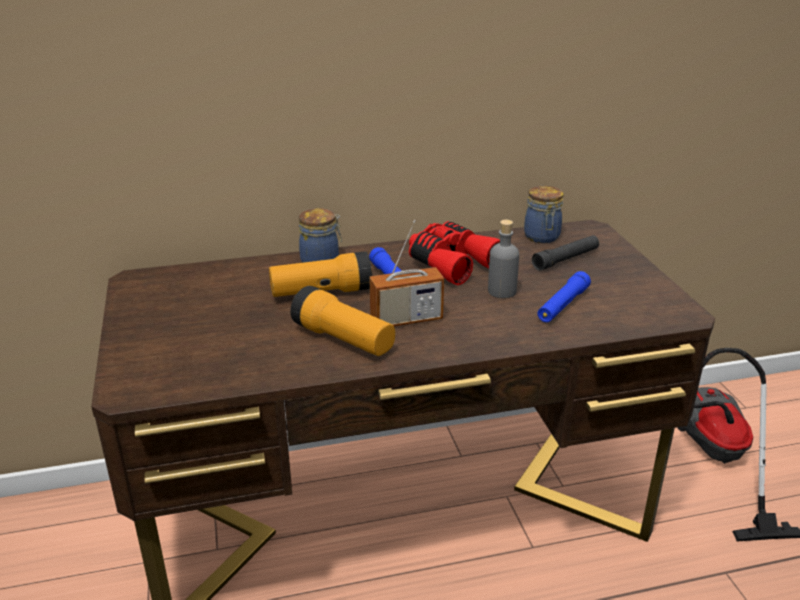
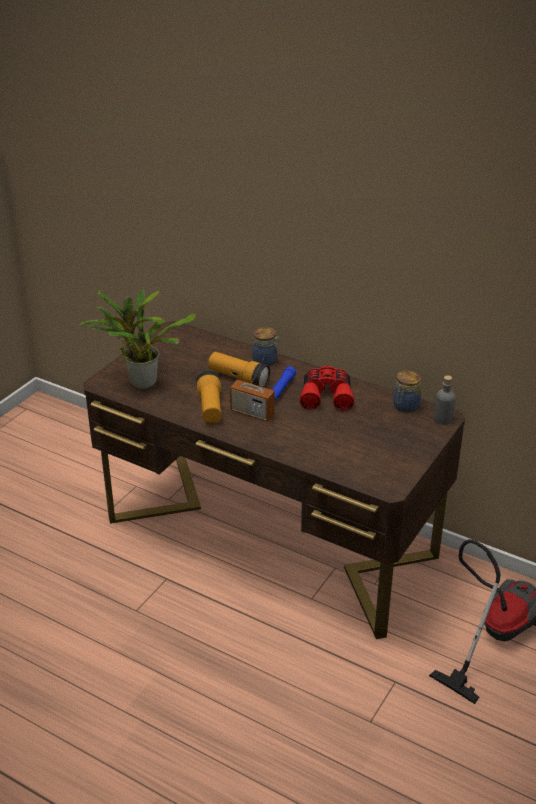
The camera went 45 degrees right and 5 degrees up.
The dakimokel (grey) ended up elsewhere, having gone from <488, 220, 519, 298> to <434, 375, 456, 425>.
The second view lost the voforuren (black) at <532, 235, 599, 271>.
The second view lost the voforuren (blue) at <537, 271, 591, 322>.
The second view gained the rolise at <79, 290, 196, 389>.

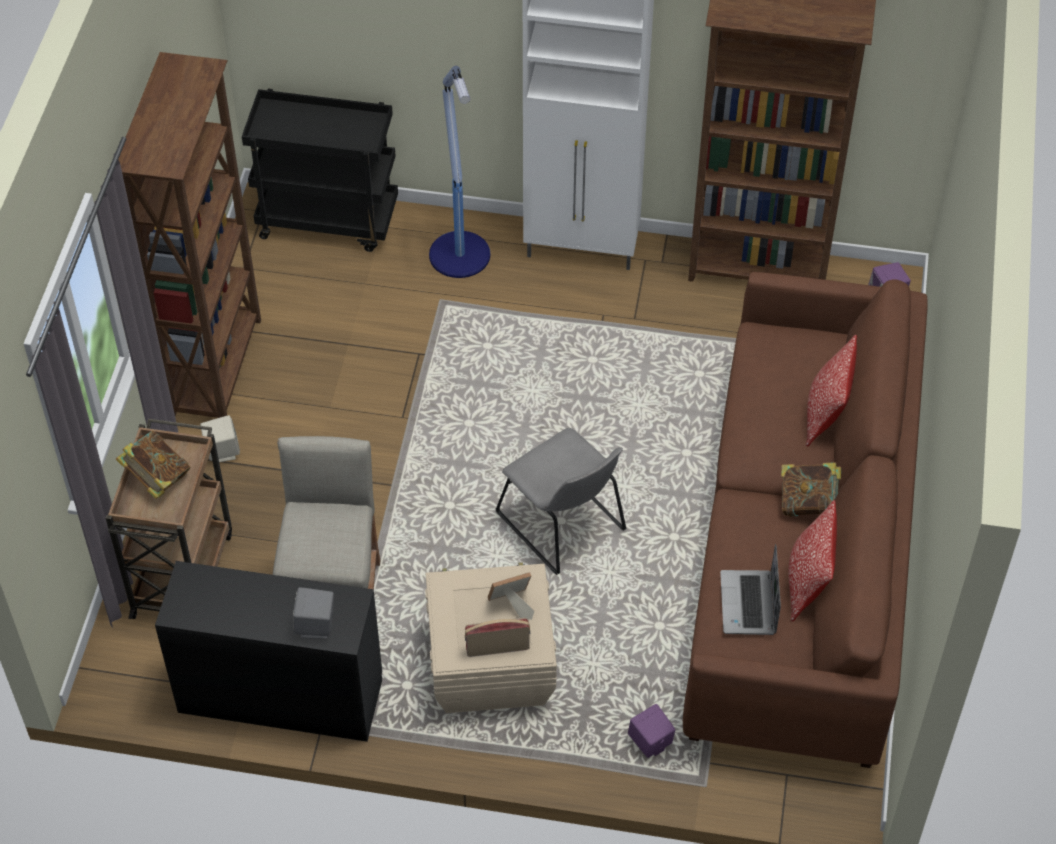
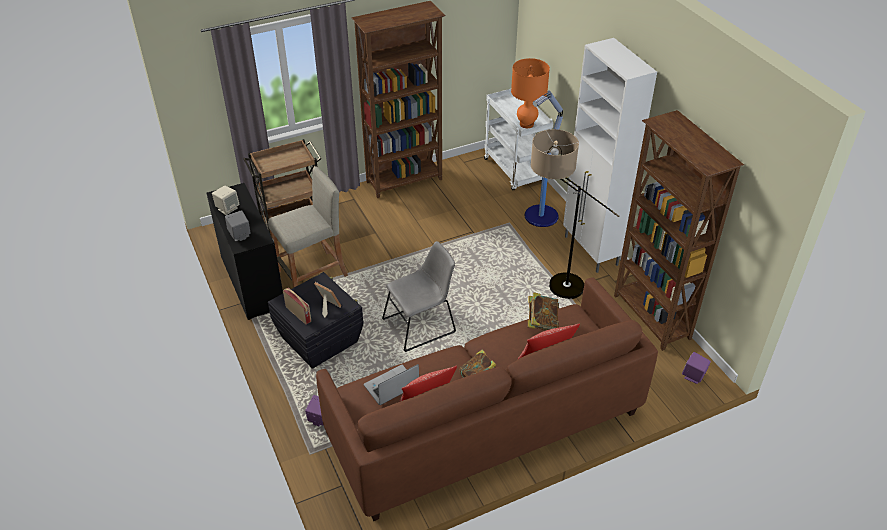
The camera went 55 degrees right and 10 degrees down.
The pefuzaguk ended up elsewhere, having gone from <116, 431, 190, 499> to <528, 292, 559, 330>.
The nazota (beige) ended up elsewhere, having gone from <200, 415, 240, 462> to <212, 186, 240, 215>.
What was the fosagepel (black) at <242, 89, 398, 252> turned into the fosagepel (white) at <484, 89, 554, 190>.
What was the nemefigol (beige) at <425, 562, 557, 713> turned into the nemefigol (black) at <268, 272, 364, 369>.
The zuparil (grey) at <496, 428, 626, 575> ended up facing another way, 135 degrees counterclockwise from before.
The second view gained the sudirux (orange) at <511, 58, 550, 128>.
The second view gained the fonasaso at <531, 129, 620, 299>.

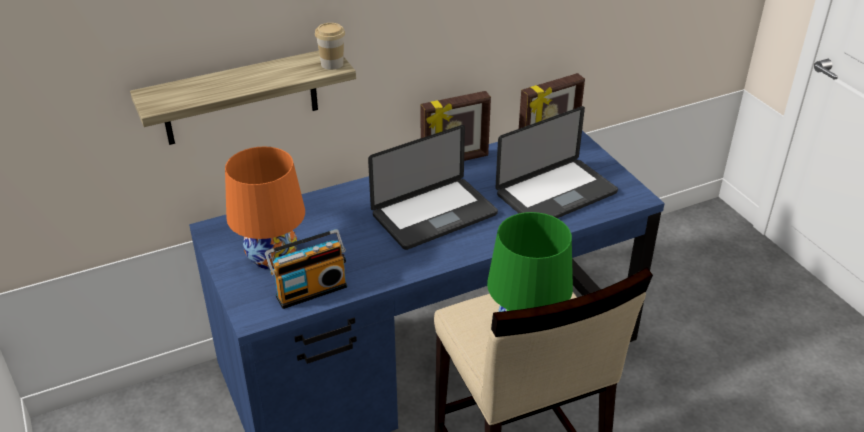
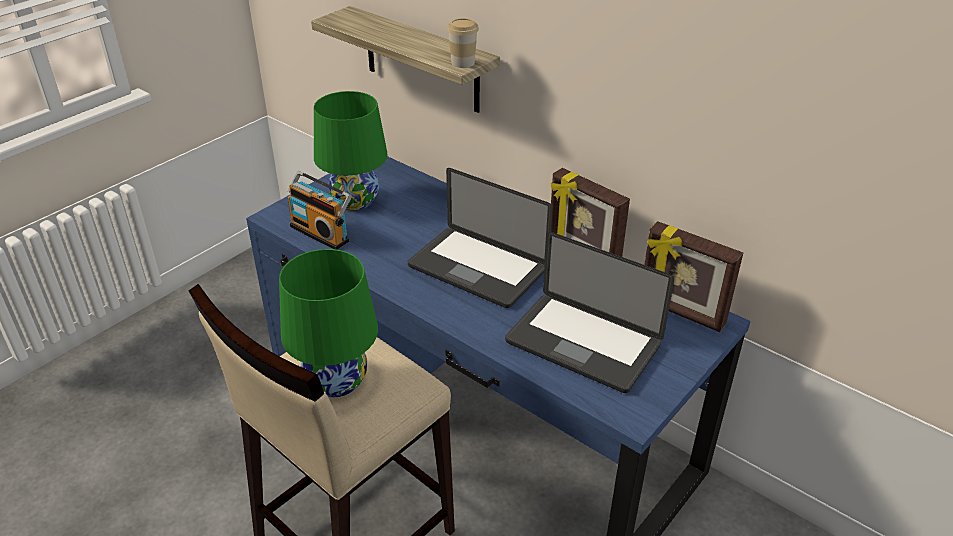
The camera went 65 degrees right and 0 degrees up.
What was the sudirux (orange) at <225, 147, 305, 269> turned into the sudirux (green) at <314, 91, 388, 210>.

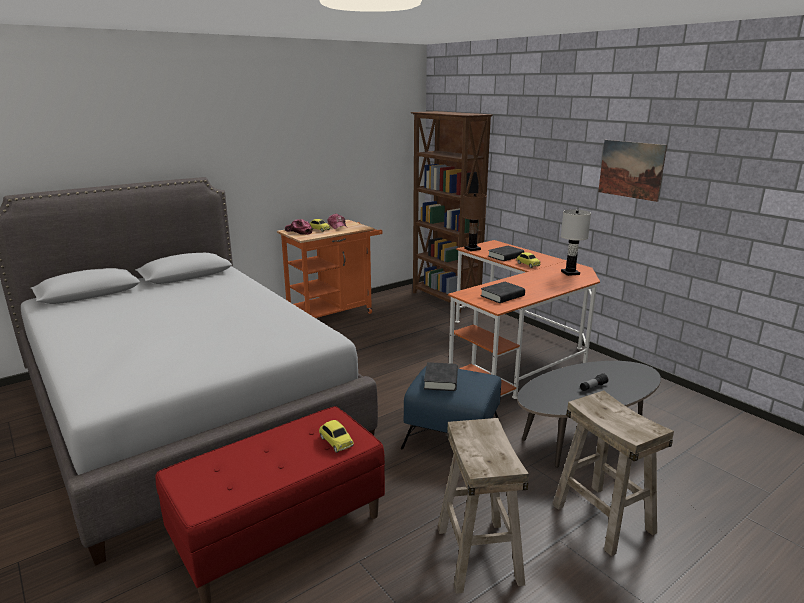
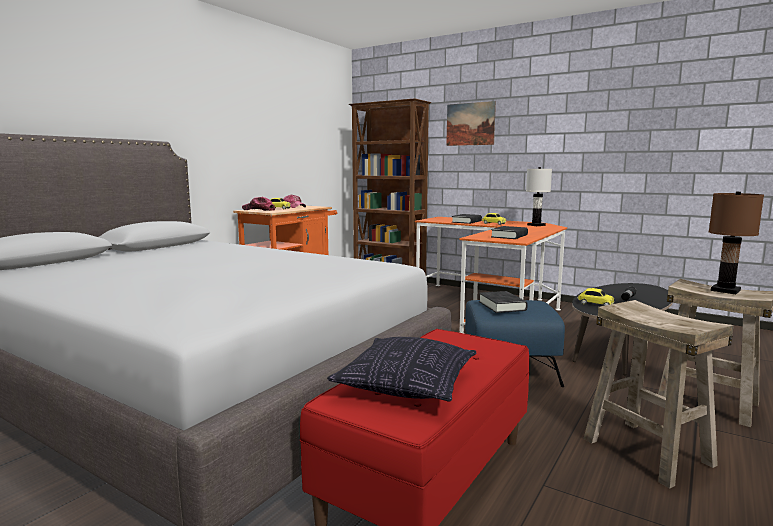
The camera went 20 degrees left and 10 degrees down.
The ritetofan ended up elsewhere, having gone from <319, 420, 354, 453> to <577, 288, 614, 306>.
The sudirux (brown) ended up elsewhere, having gone from <462, 193, 487, 251> to <709, 192, 764, 294>.
The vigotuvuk ended up elsewhere, having gone from <598, 140, 667, 202> to <446, 101, 496, 146>.
The second view gained the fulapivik at <327, 337, 476, 402>.

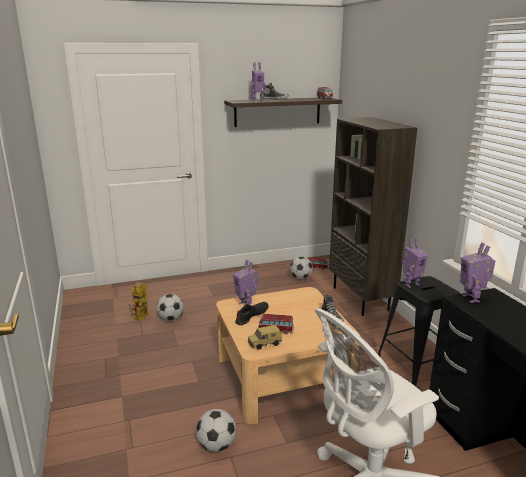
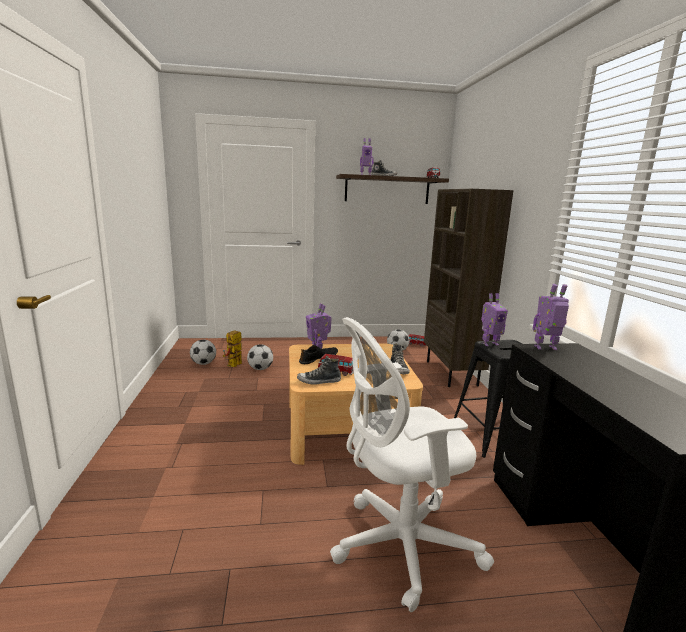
The camera went 10 degrees right and 5 degrees down.
The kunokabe ended up elsewhere, having gone from <196, 409, 236, 452> to <190, 340, 216, 365>.
Where the ritetofan stood at <248, 325, 282, 350>, the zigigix came to stand at <297, 356, 341, 385>.
The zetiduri at <460, 242, 496, 303> ended up facing another way, 90 degrees clockwise from before.

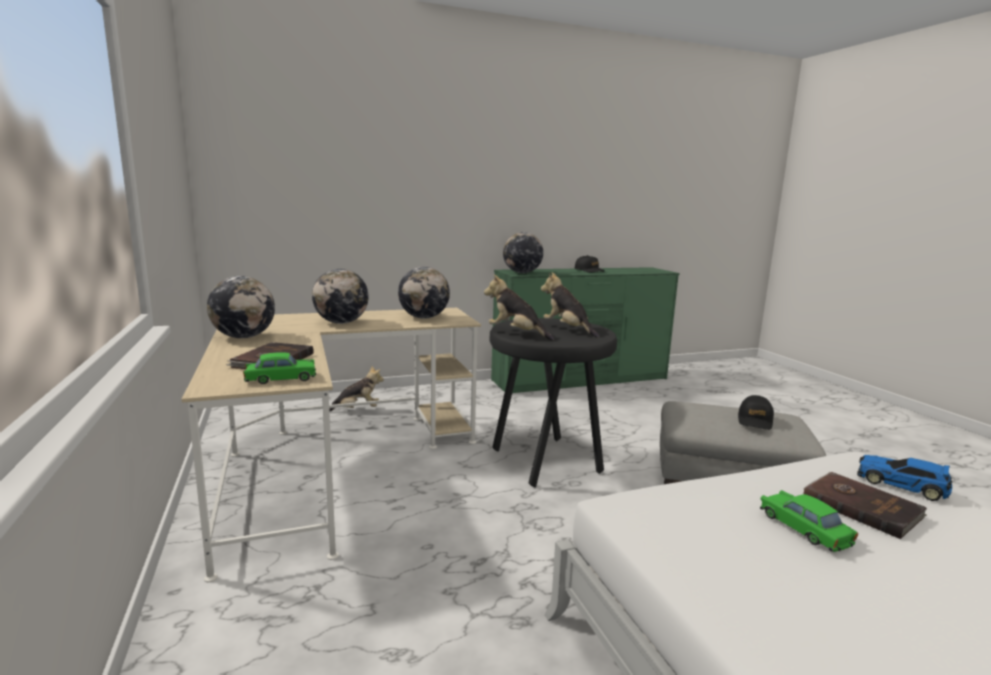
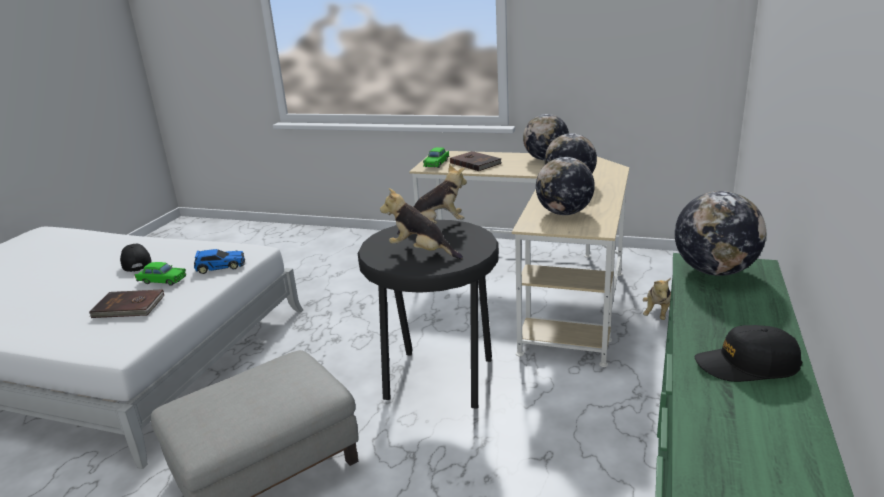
The camera went 130 degrees right and 10 degrees up.
The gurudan at <541, 272, 599, 338> ended up facing another way, 150 degrees counterclockwise from before.
The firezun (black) ended up elsewhere, having gone from <738, 395, 774, 430> to <120, 244, 152, 272>.
The ritetofan ended up elsewhere, having gone from <857, 455, 953, 501> to <194, 249, 245, 274>.

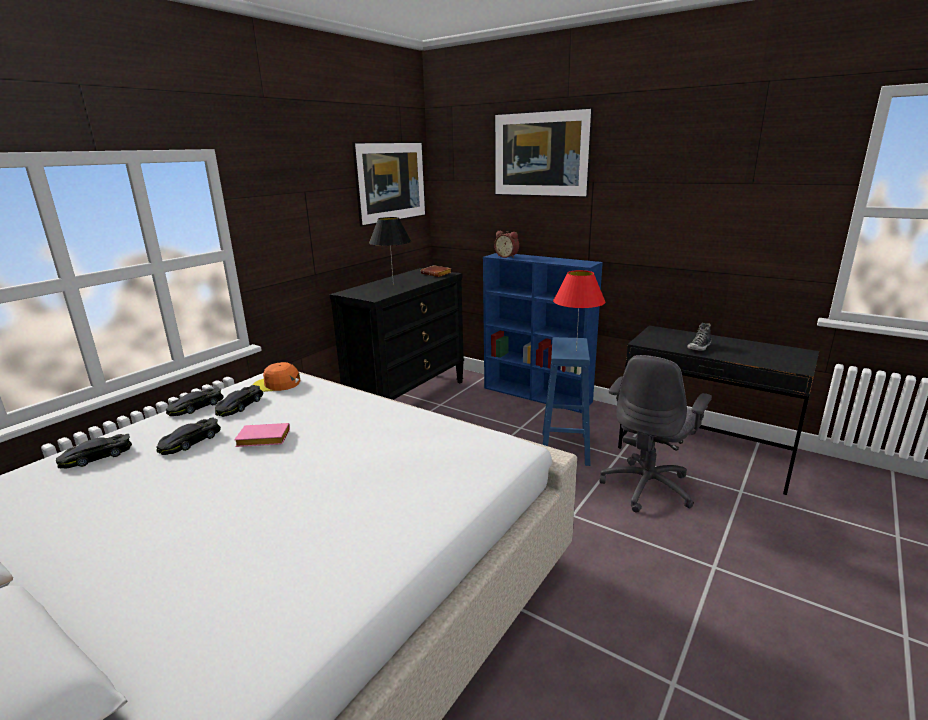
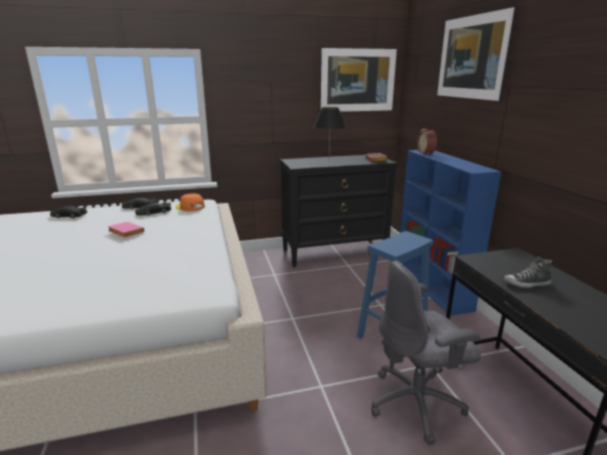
The camera went 40 degrees right and 0 degrees up.
The second view lost the ritetofan (black) at <156, 418, 221, 455>.
The second view lost the sudirux (red) at <553, 270, 606, 352>.

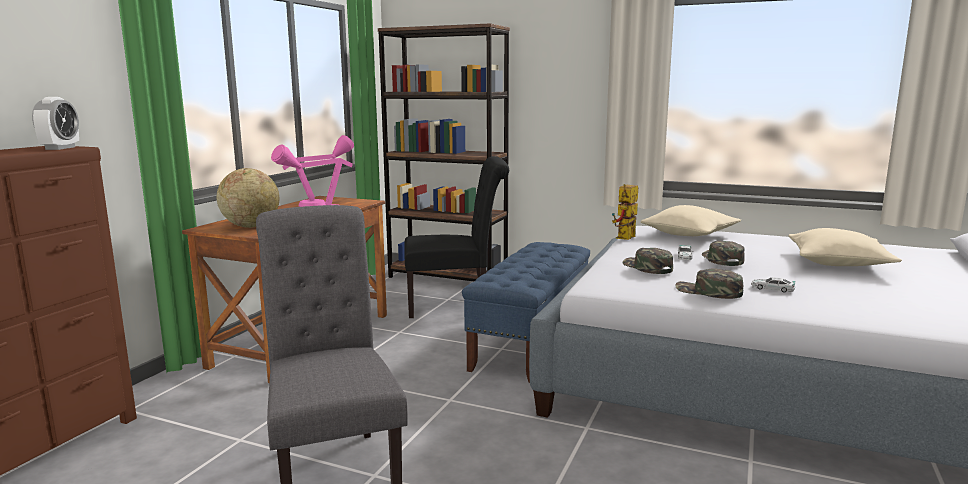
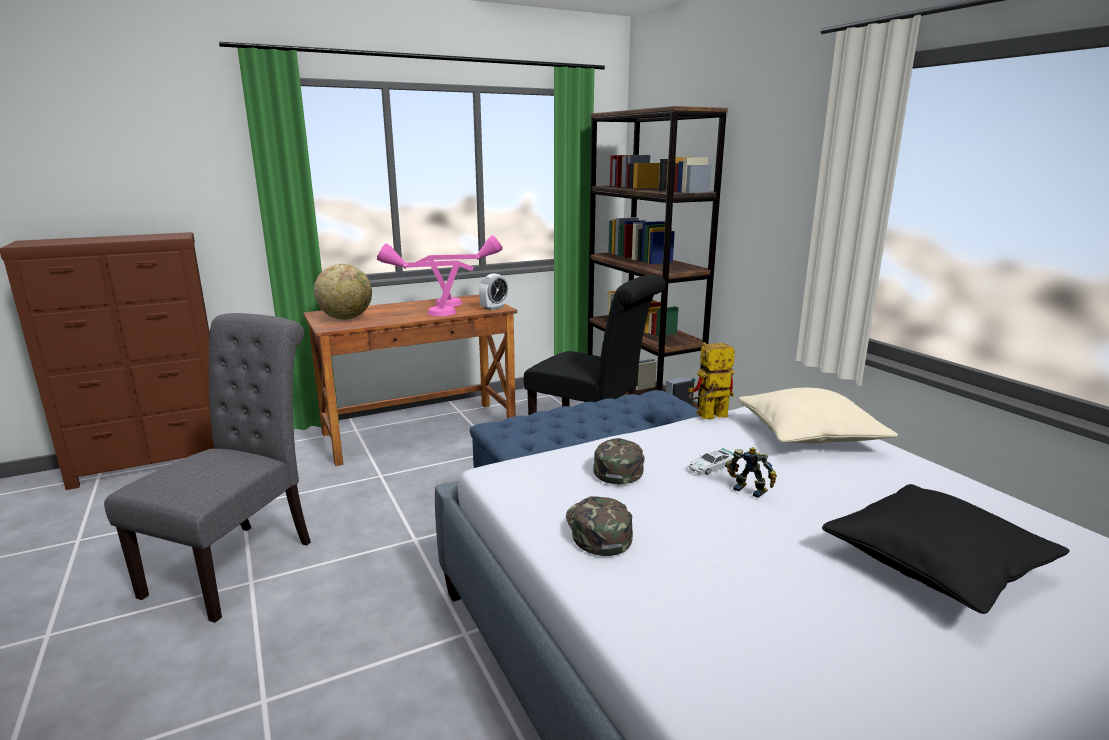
The camera went 40 degrees right and 5 degrees up.
The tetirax ended up elsewhere, having gone from <32, 97, 79, 150> to <479, 273, 508, 310>.
Where the firezun (green) stood at <702, 240, 745, 266>, the zetiduri came to stand at <726, 447, 777, 498>.
The second view lost the ritetofan at <751, 277, 795, 292>.
What was the fulapivik (beige) at <788, 228, 902, 266> turned into the fulapivik (black) at <822, 484, 1070, 614>.

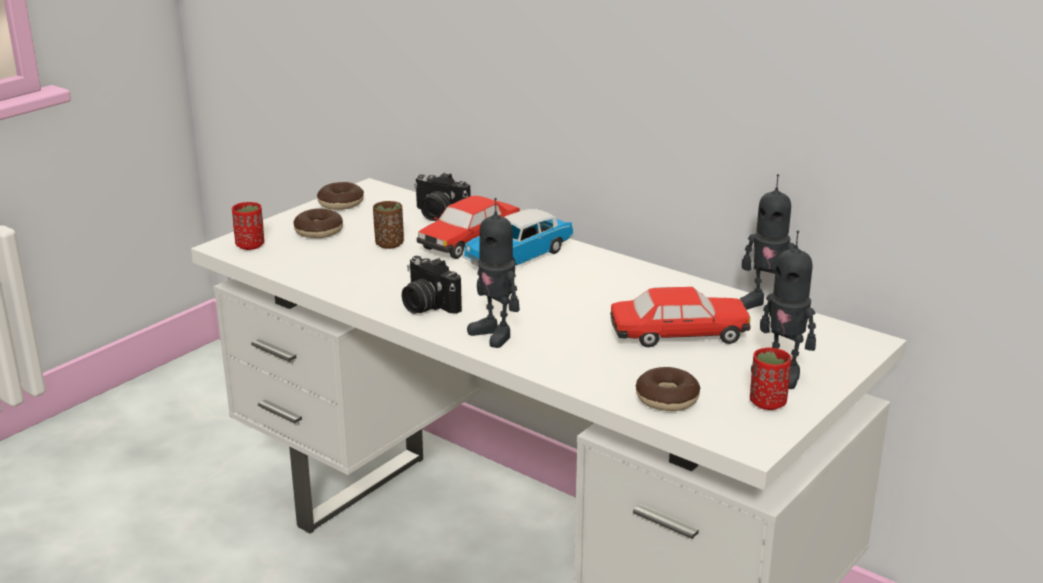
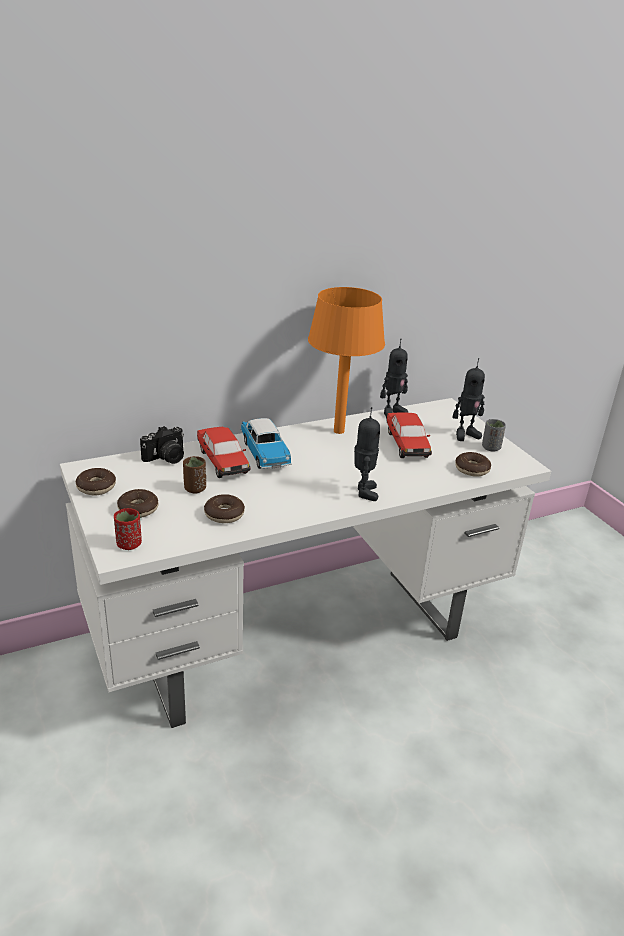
The camera went 65 degrees left and 5 degrees up.
The second view lost the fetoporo at <402, 256, 462, 314>.
The zetiduri at <467, 198, 520, 348> ended up facing another way, 75 degrees counterclockwise from before.
The ritetofan at <610, 287, 750, 347> ended up facing another way, 150 degrees clockwise from before.
What was the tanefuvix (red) at <750, 347, 792, 410> turned into the tanefuvix (grey) at <482, 419, 506, 452>.
The second view gained the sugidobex at <204, 494, 245, 523>.
The second view gained the sudirux (orange) at <308, 287, 385, 434>.

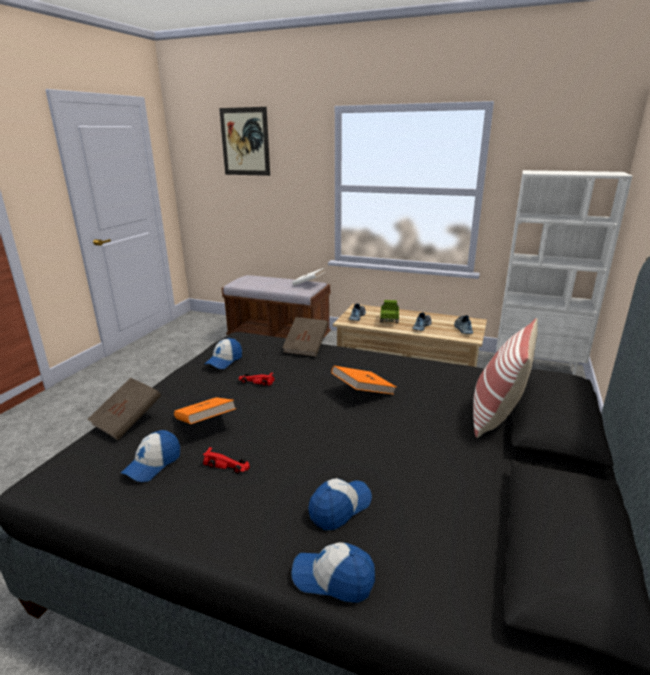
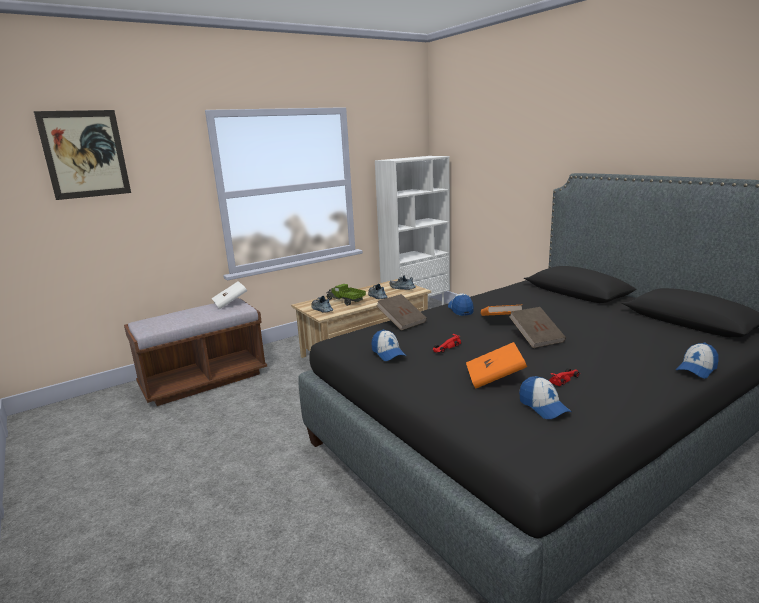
The camera went 55 degrees left and 5 degrees down.
The pefuzaguk (brown) ended up elsewhere, having gone from <87, 378, 161, 440> to <509, 307, 566, 348>.
The firezun ended up elsewhere, having gone from <308, 478, 372, 530> to <448, 294, 474, 316>.
The second view lost the fulapivik at <473, 318, 538, 438>.

